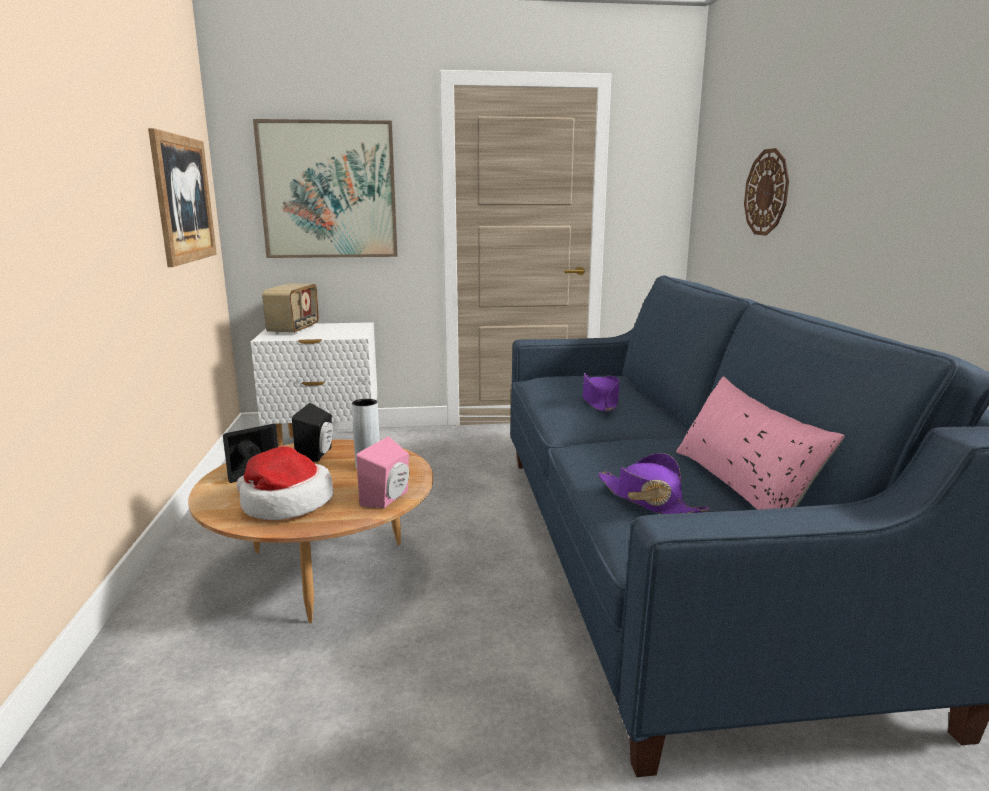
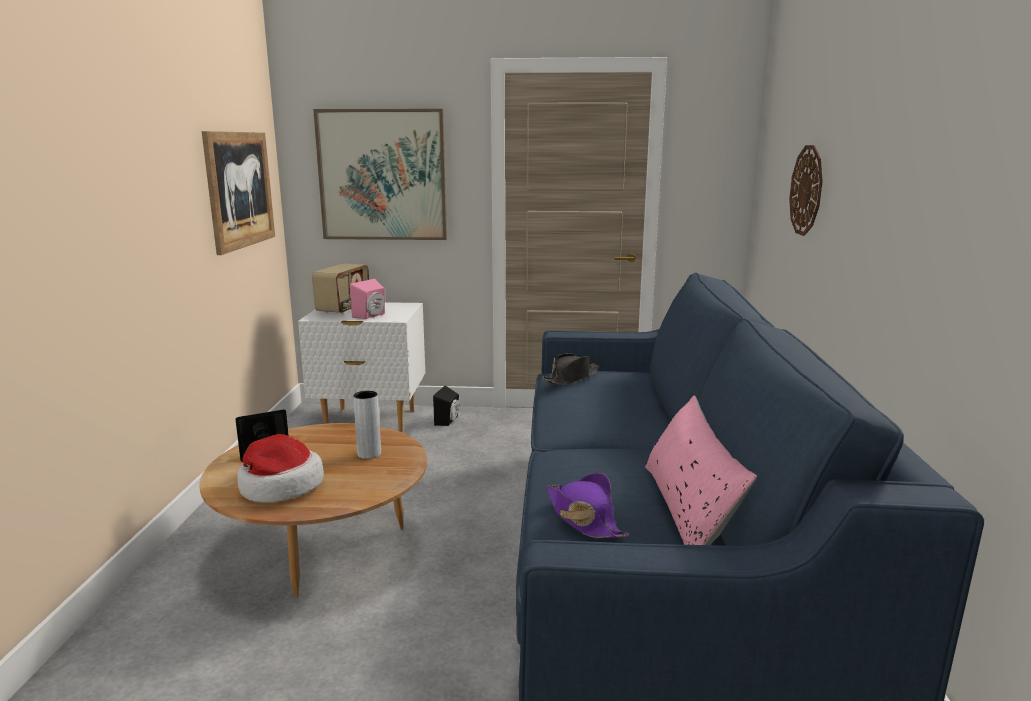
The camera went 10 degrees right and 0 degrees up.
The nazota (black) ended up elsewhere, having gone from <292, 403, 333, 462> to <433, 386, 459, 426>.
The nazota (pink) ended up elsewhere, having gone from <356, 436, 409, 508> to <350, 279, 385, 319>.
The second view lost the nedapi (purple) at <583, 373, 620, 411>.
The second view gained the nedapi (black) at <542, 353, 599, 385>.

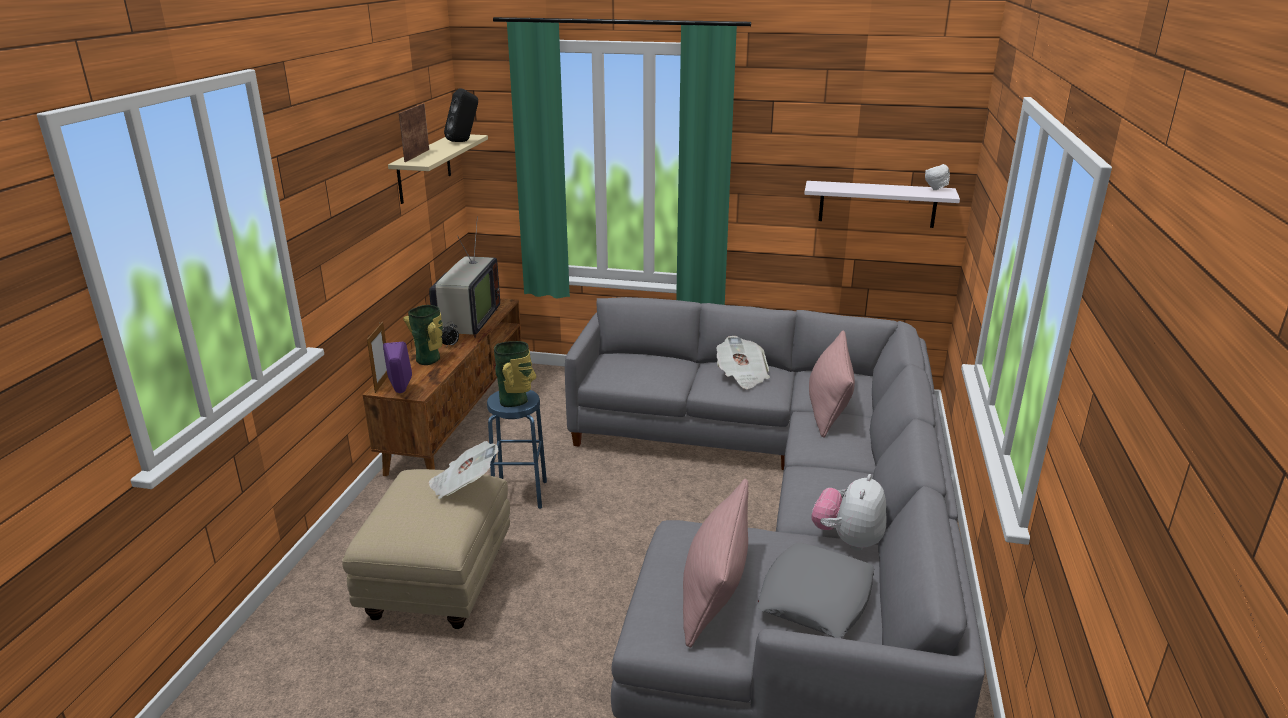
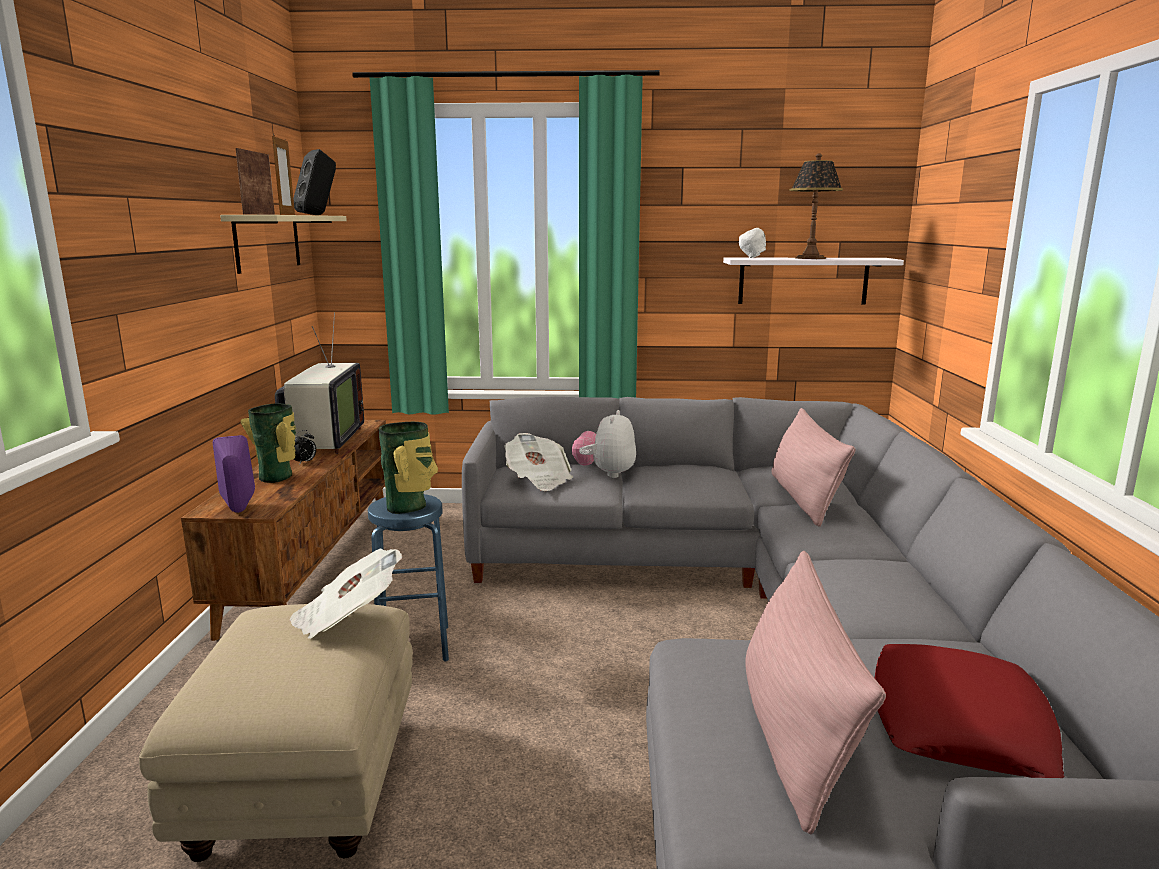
The camera went 10 degrees left and 10 degrees down.
The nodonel ended up elsewhere, having gone from <367, 322, 388, 393> to <272, 135, 295, 215>.
The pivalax ended up elsewhere, having gone from <716, 336, 770, 389> to <504, 433, 573, 491>.
What was the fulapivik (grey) at <757, 543, 874, 638> turned into the fulapivik (red) at <875, 644, 1065, 778>.
The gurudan ended up elsewhere, having gone from <812, 474, 886, 551> to <572, 410, 636, 478>.
The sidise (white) ended up elsewhere, having gone from <925, 164, 950, 190> to <739, 228, 766, 258>.
The second view gained the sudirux at <790, 154, 843, 259>.

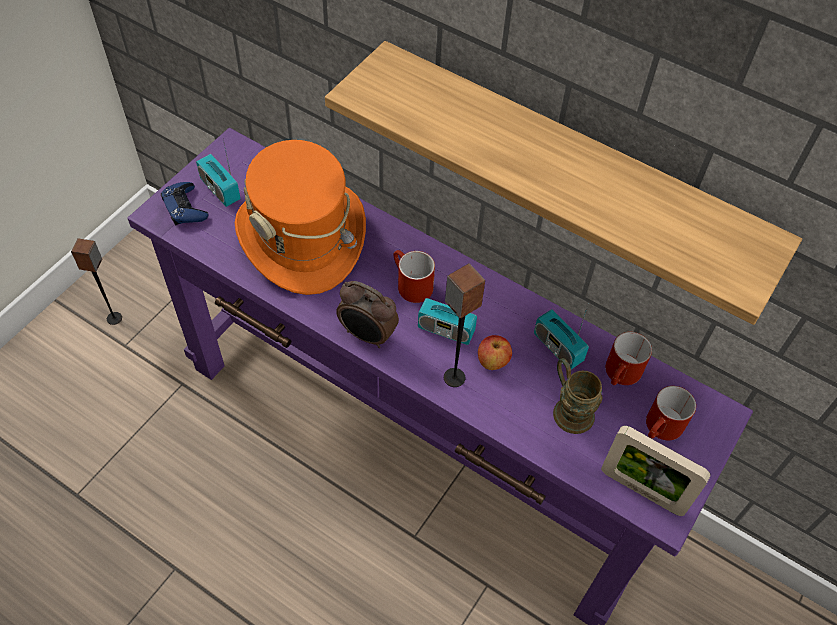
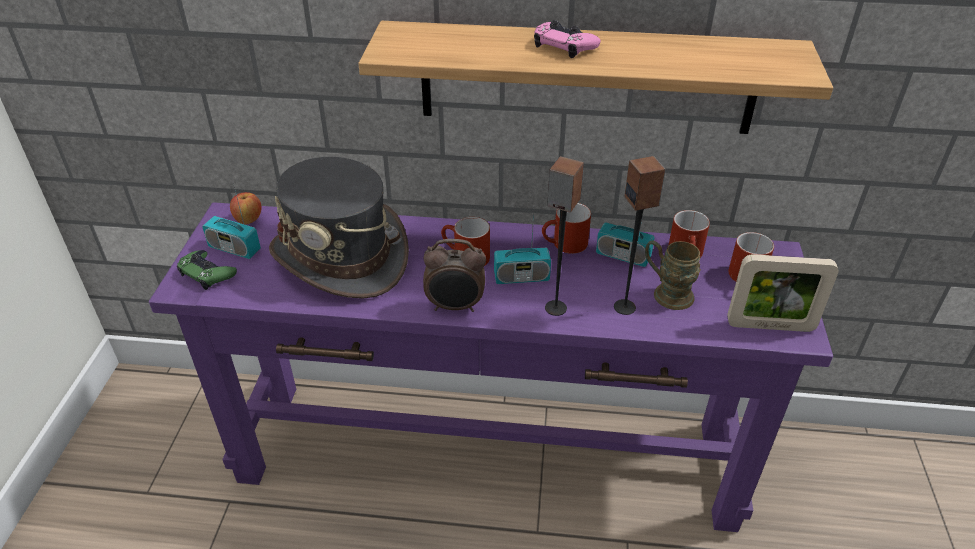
The camera went 25 degrees left and 15 degrees down.
The nazota ended up elsewhere, having gone from <71, 238, 122, 325> to <614, 156, 666, 315>.
What was the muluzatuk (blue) at <161, 182, 209, 225> turned into the muluzatuk (green) at <177, 250, 237, 290>.
What was the nedapi (orange) at <235, 140, 366, 295> turned into the nedapi (grey) at <269, 157, 409, 299>.
The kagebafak ended up elsewhere, having gone from <478, 335, 512, 370> to <230, 192, 262, 224>.
The second view gained the muluzatuk (pink) at <534, 20, 601, 58>.
The second view gained the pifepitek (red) at <542, 203, 591, 254>.

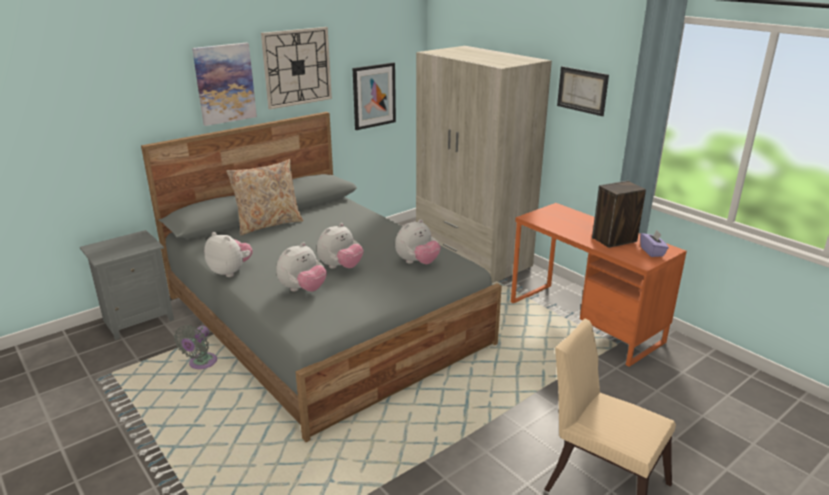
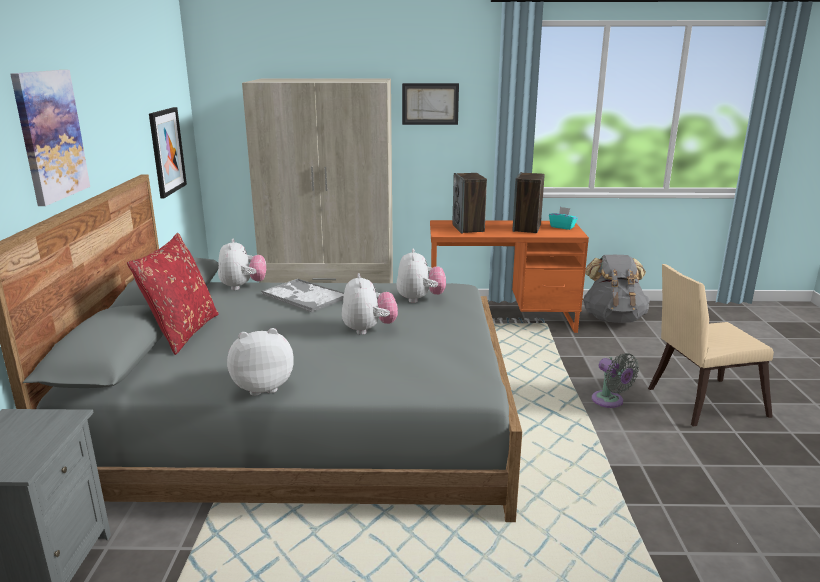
The camera went 50 degrees left and 5 degrees down.
The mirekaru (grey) ended up elsewhere, having gone from <174, 325, 217, 369> to <592, 353, 639, 408>.
What was the fulapivik (beige) at <226, 159, 303, 235> turned into the fulapivik (red) at <127, 233, 219, 355>.
The second view lost the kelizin at <261, 27, 332, 109>.
The gurudan ended up elsewhere, having gone from <276, 242, 327, 292> to <218, 239, 266, 290>.
What was the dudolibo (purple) at <640, 230, 669, 257> turned into the dudolibo (turquoise) at <549, 207, 578, 230>.
The second view gained the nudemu at <261, 278, 344, 312>.
The second view gained the nazota at <452, 173, 487, 233>.
The second view gained the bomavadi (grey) at <582, 255, 650, 323>.

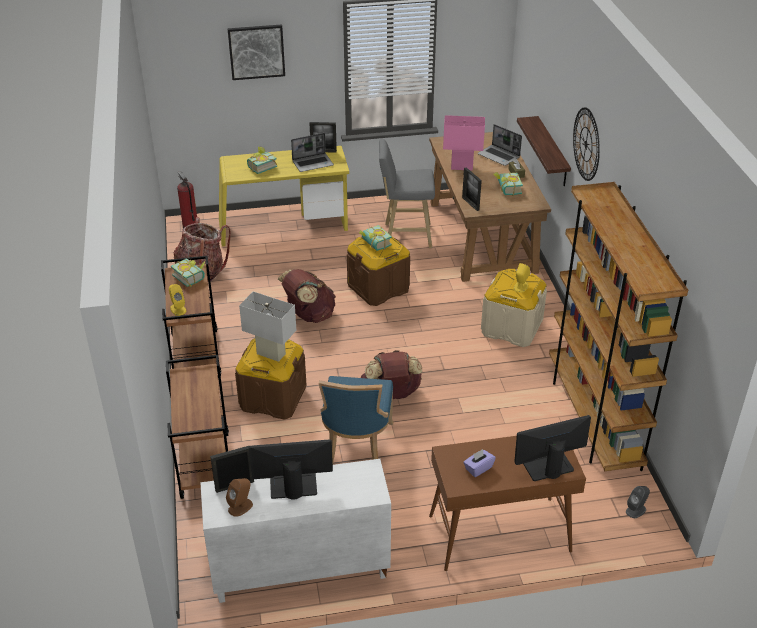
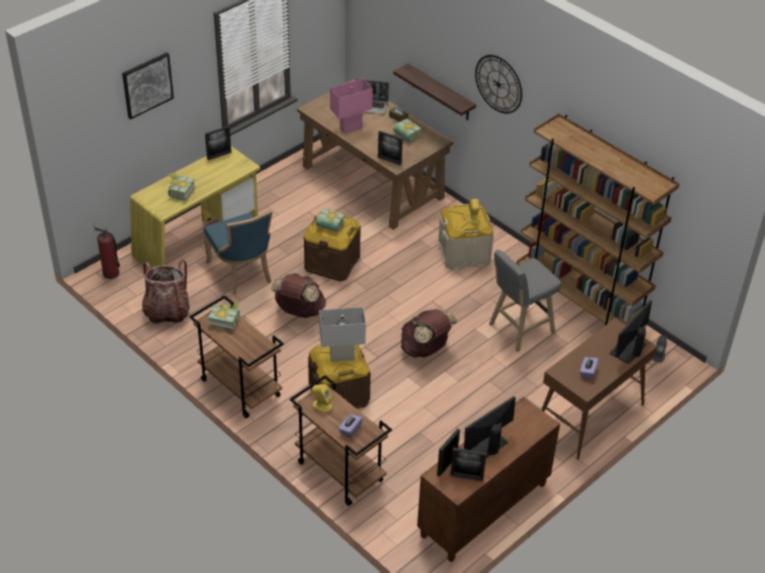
The camera went 35 degrees left and 5 degrees up.
The nazota (yellow) ended up elsewhere, having gone from <169, 284, 186, 316> to <312, 384, 332, 412>.
What was the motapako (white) at <200, 459, 391, 603> turned into the motapako (brown) at <417, 397, 560, 562>.
Where the nazota (brown) stood at <226, 478, 253, 517>, the nodonel came to stand at <450, 447, 486, 482>.
The second view lost the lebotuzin at <291, 133, 334, 172>.
The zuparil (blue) ended up elsewhere, having gone from <319, 376, 393, 462> to <204, 210, 272, 295>.
The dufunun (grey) ended up elsewhere, having gone from <379, 139, 435, 248> to <489, 249, 562, 352>.
The second view gained the dudolibo (purple) at <339, 414, 363, 438>.

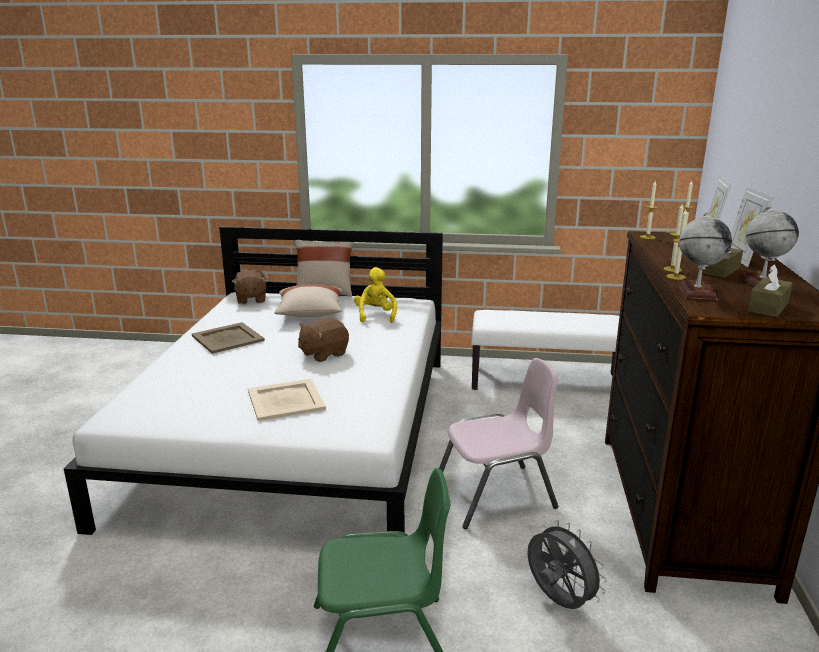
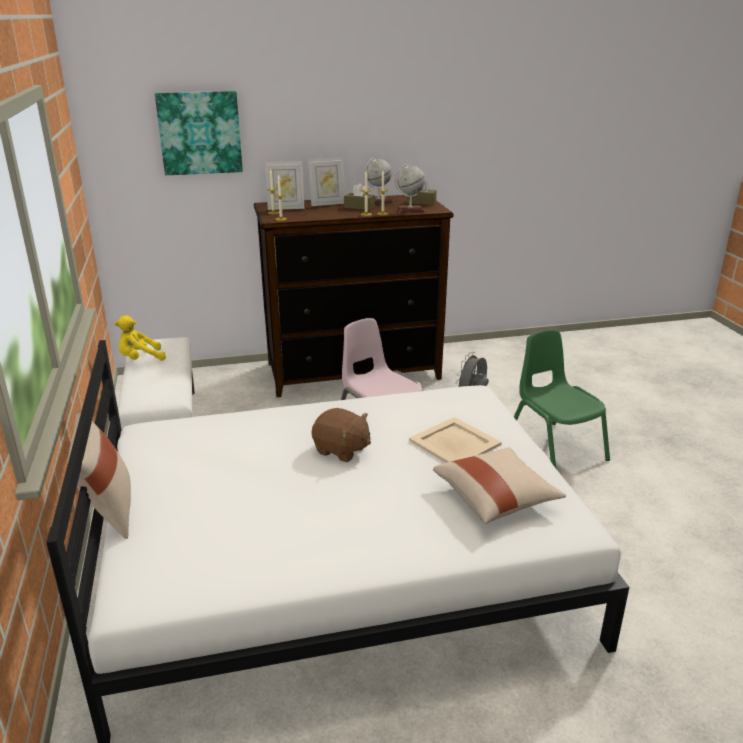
The camera went 110 degrees left and 5 degrees up.
The second view lost the nudemu (beige) at <192, 322, 265, 354>.
The second view lost the gurudan (brown) at <232, 269, 267, 304>.
The fulapivik (beige) ended up elsewhere, having gone from <274, 284, 343, 317> to <433, 448, 566, 524>.
The gurudan (yellow) ended up elsewhere, having gone from <354, 267, 397, 323> to <114, 315, 166, 361>.
The second view gained the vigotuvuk at <155, 91, 243, 175>.

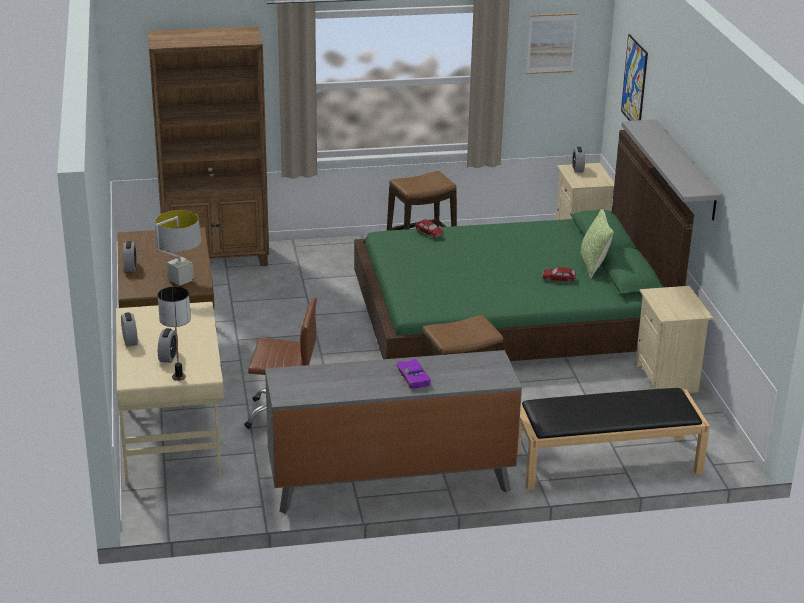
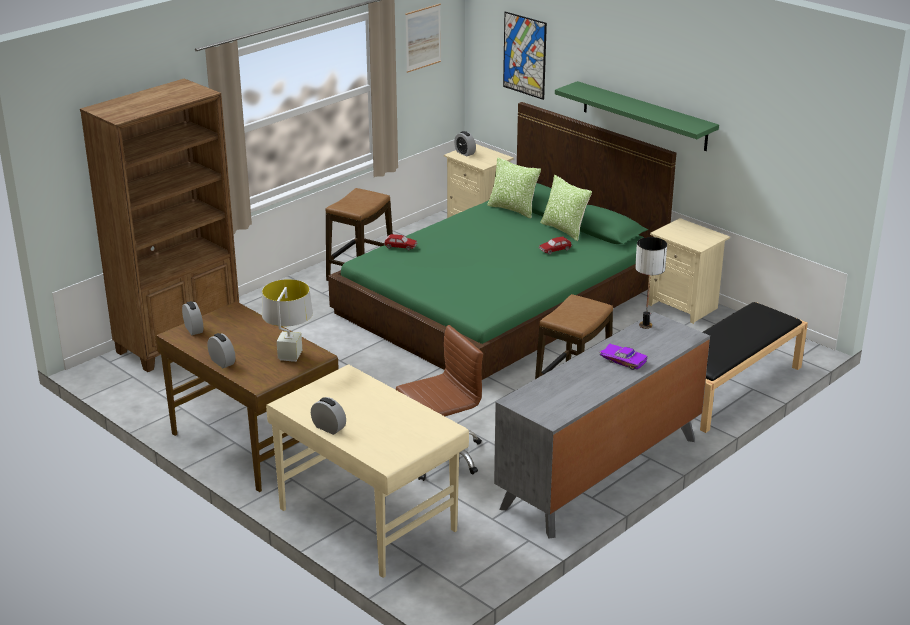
The camera went 35 degrees left and 0 degrees up.
The sudirux ended up elsewhere, having gone from <158, 286, 191, 381> to <635, 237, 667, 329>.
The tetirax ended up elsewhere, having gone from <158, 328, 178, 363> to <182, 301, 203, 335>.
What was the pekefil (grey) at <622, 119, 723, 220> turned into the pekefil (green) at <555, 81, 719, 151>.
The second view gained the fulapivik at <487, 157, 541, 218>.

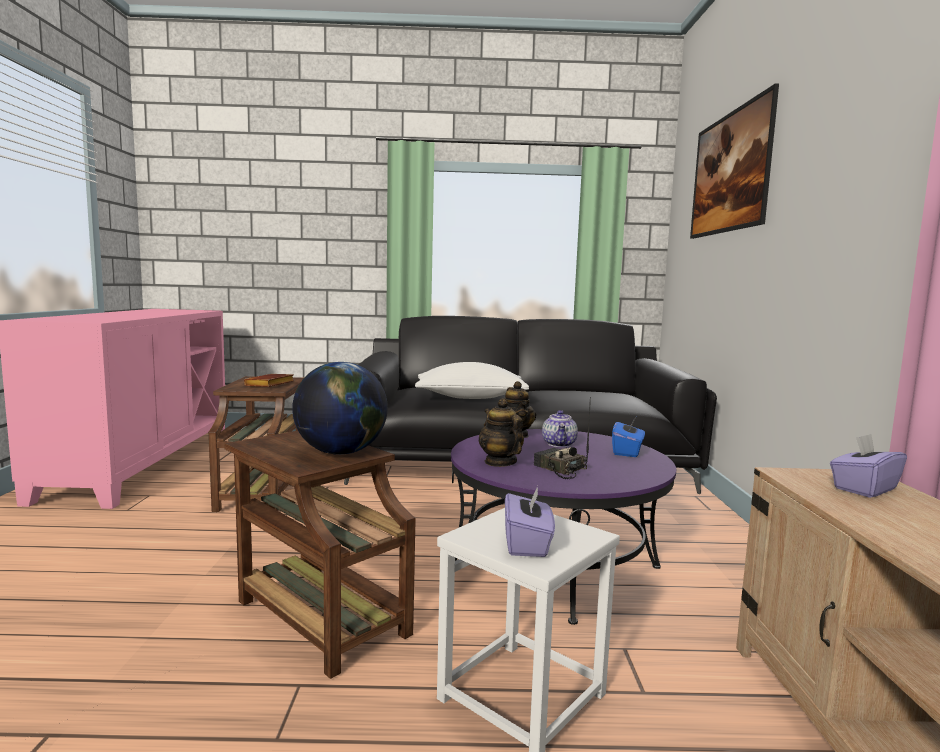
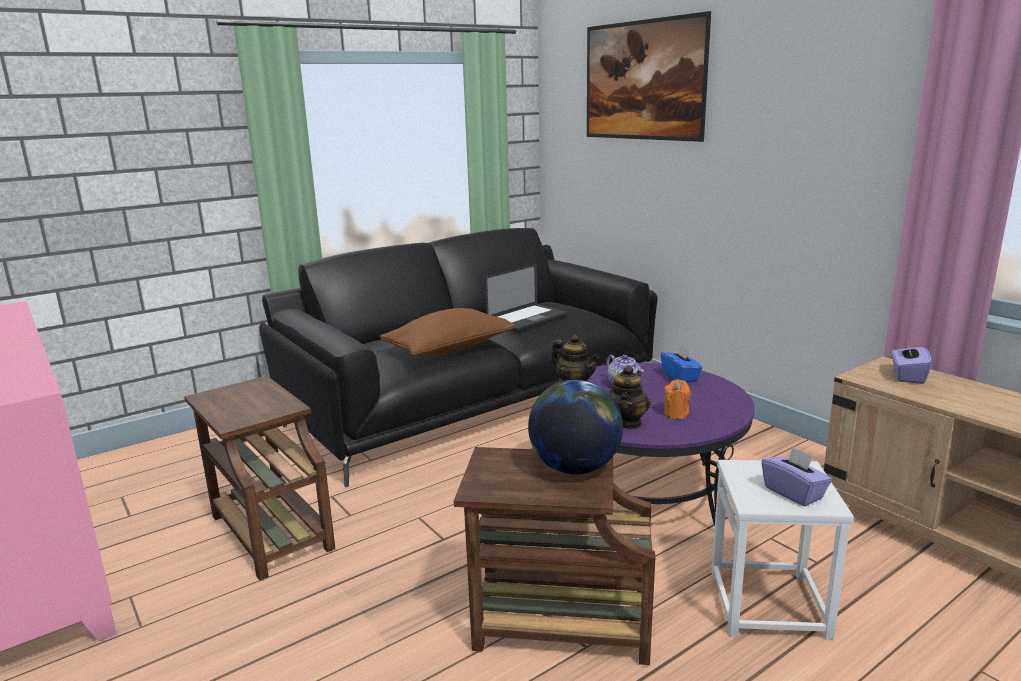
The camera went 35 degrees left and 10 degrees up.
The second view lost the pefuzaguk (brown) at <244, 374, 294, 387>.
What was the fulapivik (white) at <415, 362, 529, 399> turned into the fulapivik (brown) at <380, 308, 516, 356>.
The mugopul at <479, 398, 524, 467> ended up facing another way, 105 degrees counterclockwise from before.
Where the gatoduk stood at <534, 397, 591, 479>, the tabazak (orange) came to stand at <664, 379, 691, 419>.
The second view gained the lebotuzin at <485, 264, 567, 331>.

